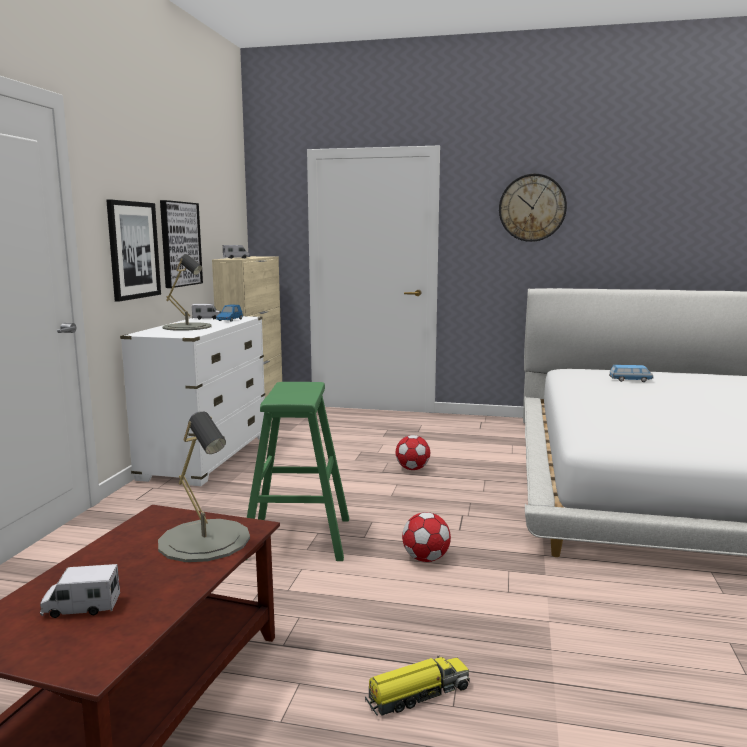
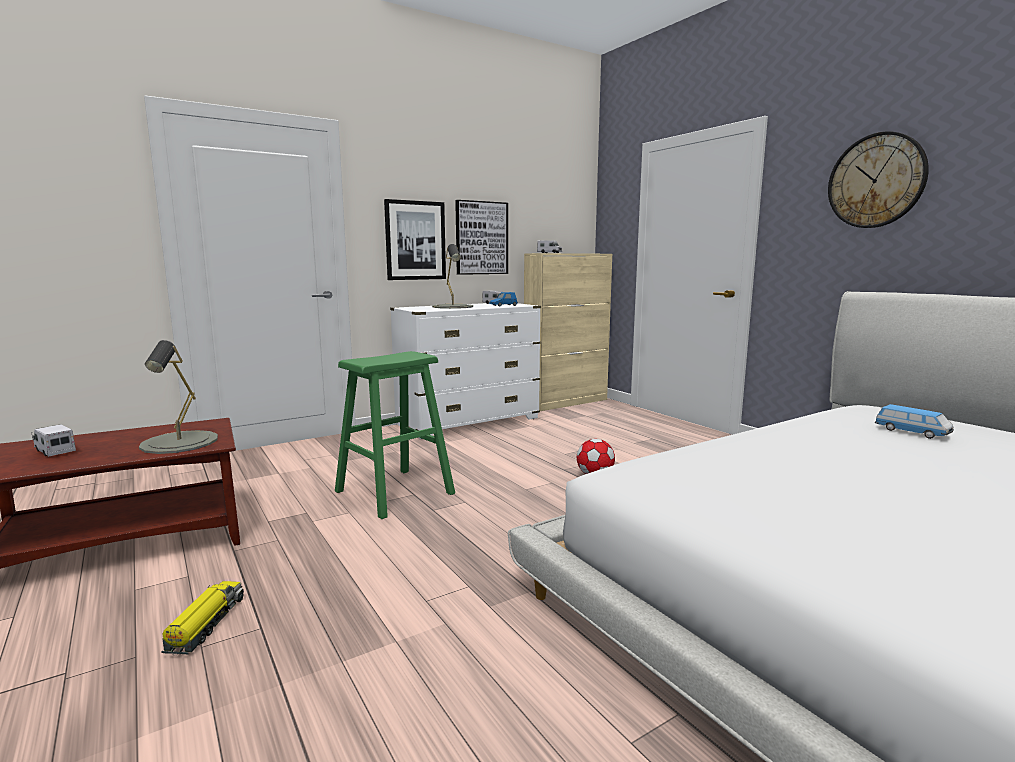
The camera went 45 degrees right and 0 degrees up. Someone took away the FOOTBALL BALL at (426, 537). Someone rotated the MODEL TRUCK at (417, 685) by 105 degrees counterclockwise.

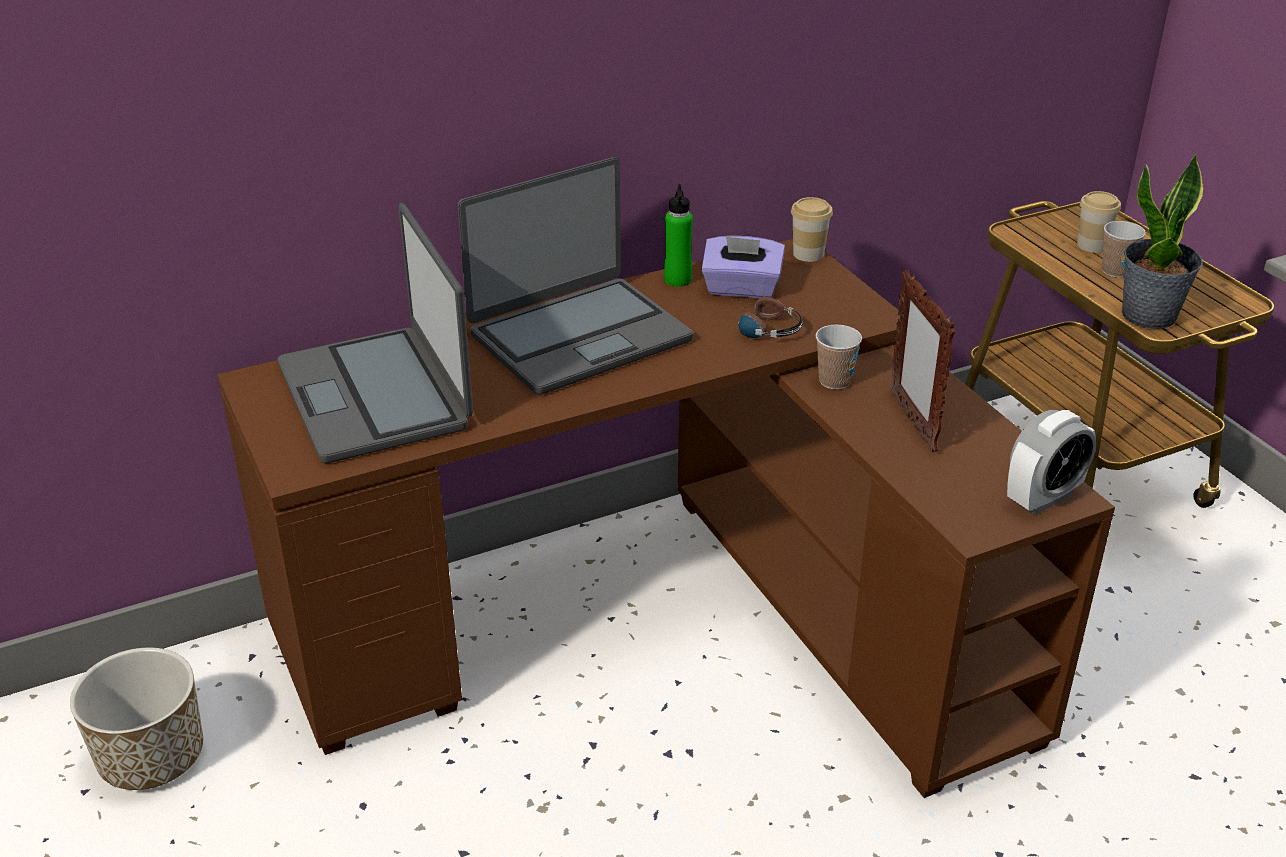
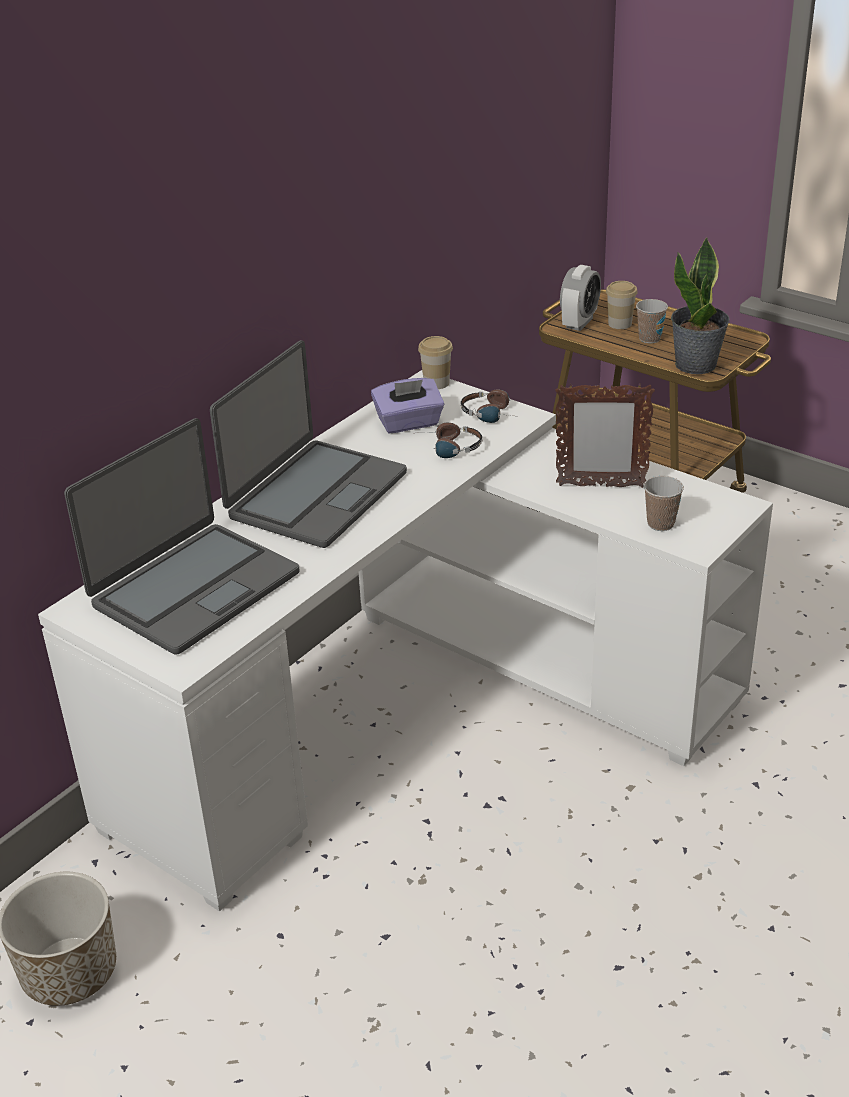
The camera went 25 degrees left and 0 degrees up. Someone took away the GREEN-COLOURED DRINK BOTTLE at (678, 235). Someone rotated the NOTEBOOK COMPUTER at (375, 333) by 90 degrees counterclockwise. Someone repainted the BROWNISH DESK UNIT at (666, 518), which became the WHITISH DESK UNIT at (405, 641). Someone rotated the STANDING FRAME at (923, 360) by 45 degrees counterclockwise. Someone carried the SMALL CUP from (839, 357) to (664, 503). Someone carried the TABLE CLOCK from (1051, 462) to (580, 298). Someone put down the HEADSET at (485, 406).

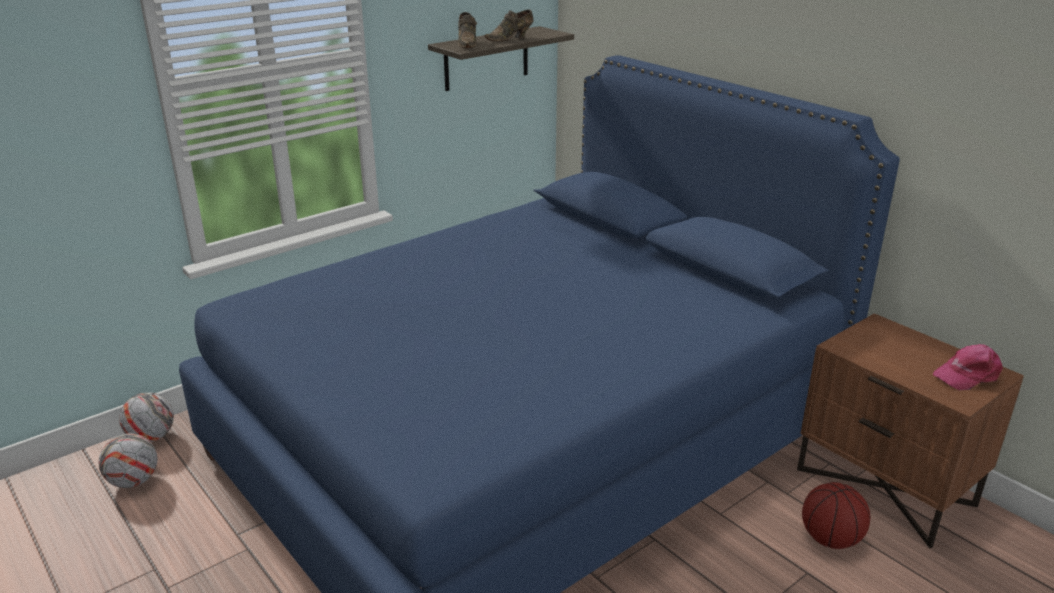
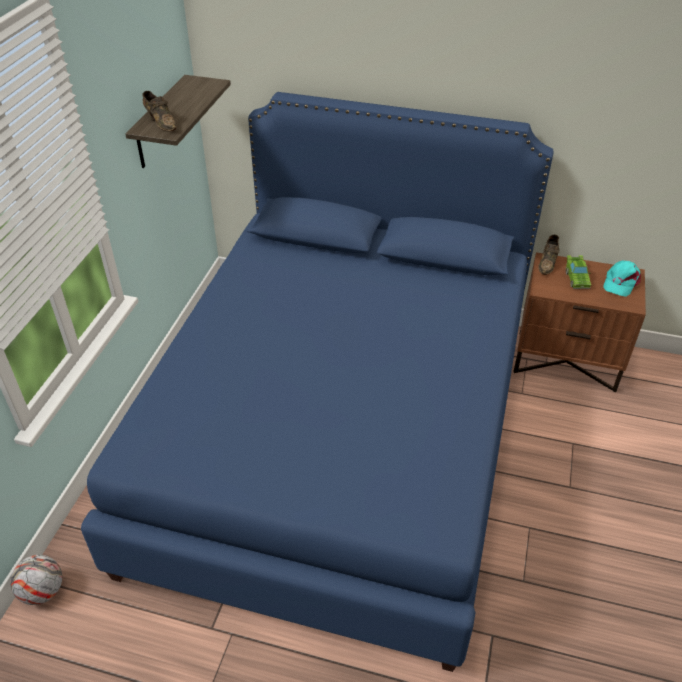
The camera went 35 degrees left and 15 degrees up. Someone carried the BROWNISH SHOE from (509, 25) to (549, 255). Someone repainted the PINK-COLOURED BASEBALL CAP at (968, 367), which became the BLUE-GREEN BASEBALL CAP at (622, 279). Someone took away the FOOTBALL BALL at (128, 460). Someone took away the BALL FOR BASKETBALL at (836, 515). Someone put down the GREEN-COLOURED MODEL CAR at (578, 272).

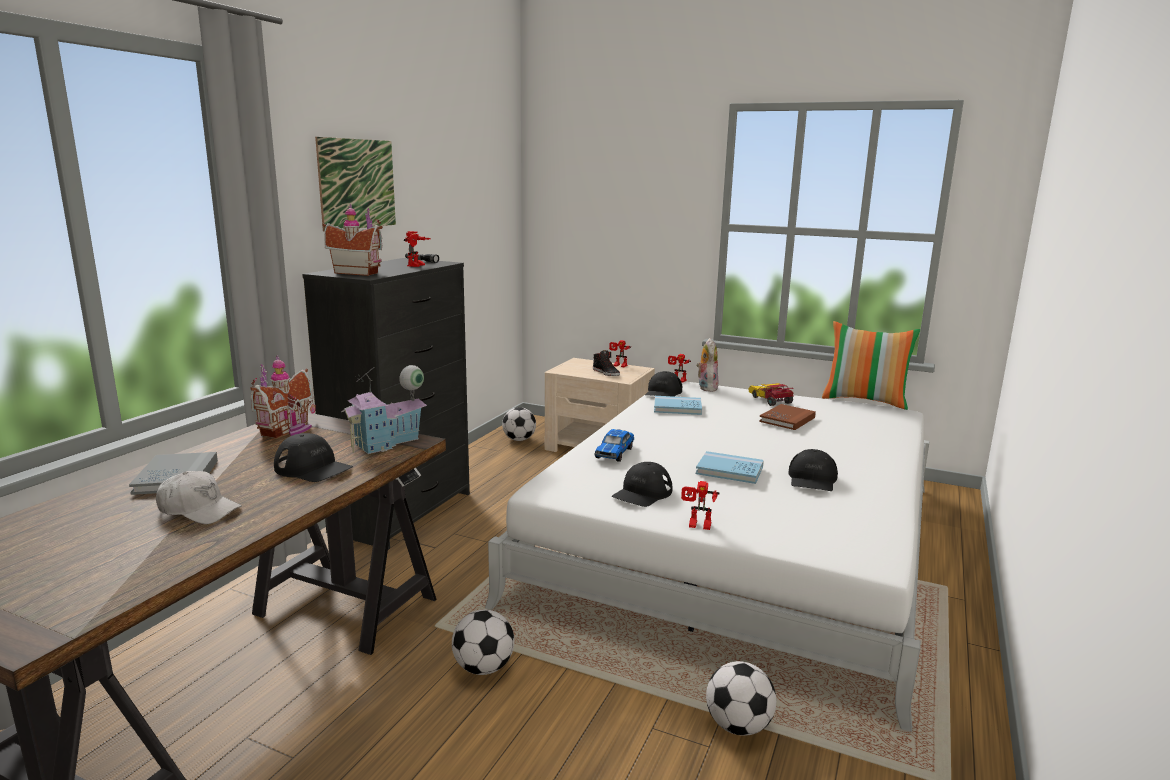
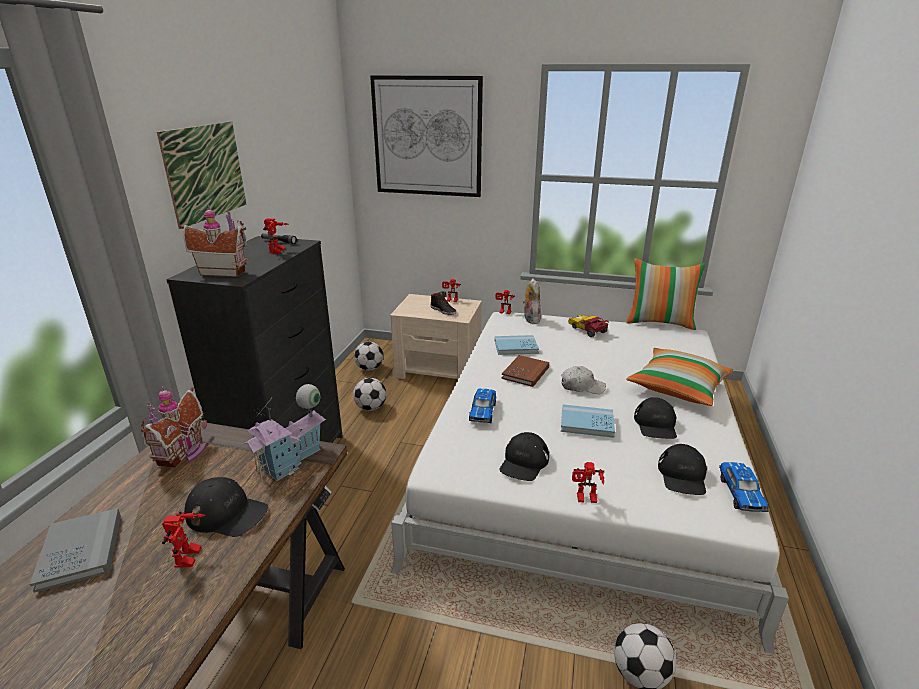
The camera went 10 degrees left and 10 degrees up. Someone carried the BLACK-COLOURED BASEBALL CAP from (663, 384) to (682, 469). Someone carried the BROWNISH BOUND BOOK from (787, 417) to (525, 371). Someone carried the WHITISH BASEBALL CAP from (199, 497) to (584, 380). Someone carried the FOOTBALL BALL from (483, 642) to (369, 394). Someone put up the PICTURE at (426, 136). Someone put down the THROW PILLOW at (679, 377). Someone put down the MODEL CAR at (744, 487). Someone put down the TOY ROBOT at (183, 539).

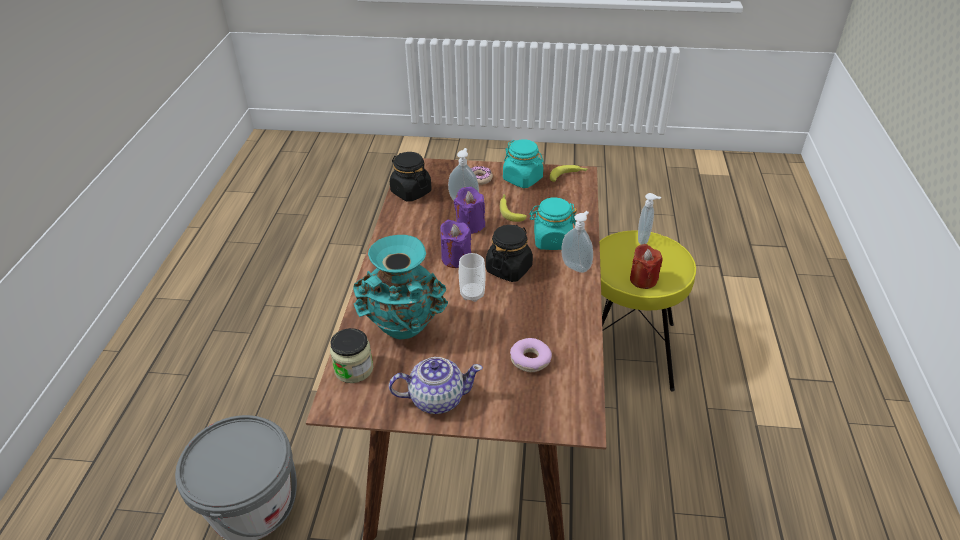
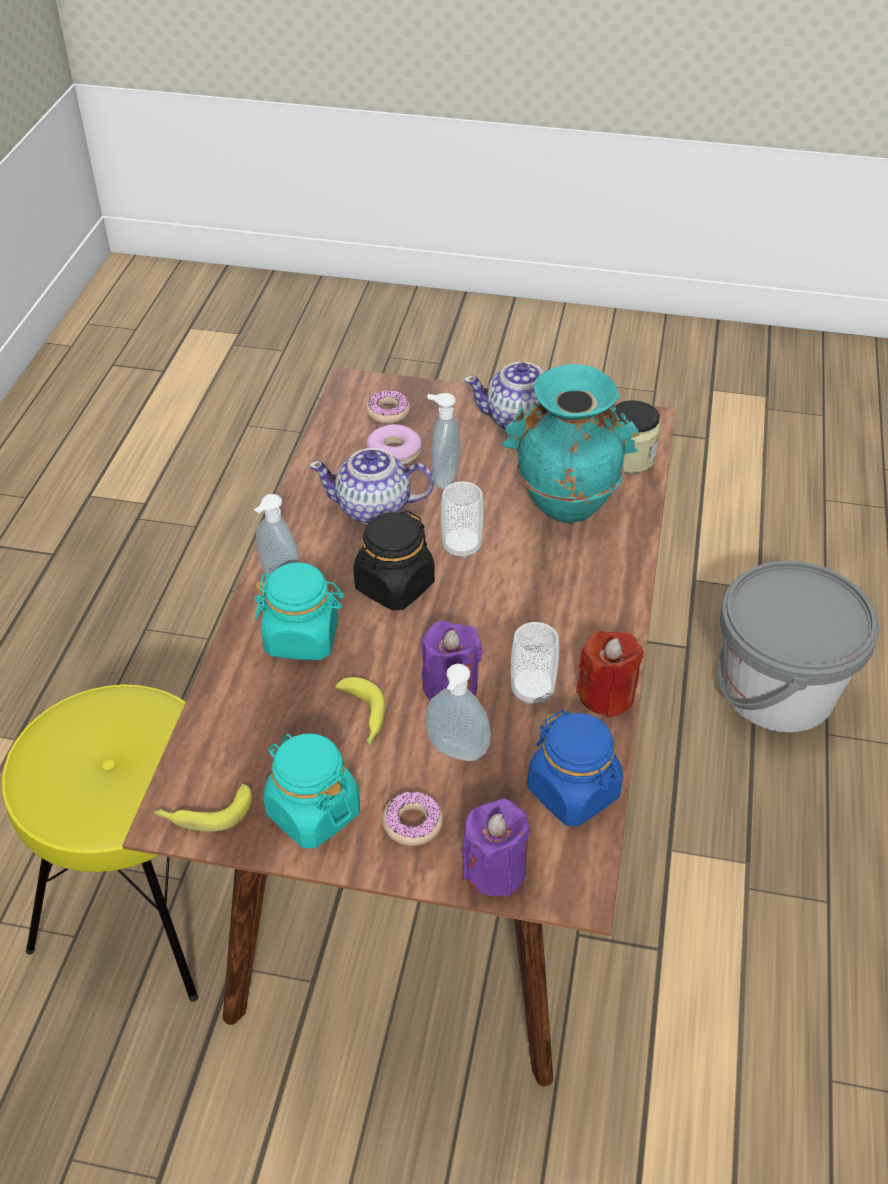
The camera went 175 degrees left and 5 degrees up. Someone repainted the BLACK-COLOURED STORAGE JAR at (411, 177), which became the BLUE-COLOURED STORAGE JAR at (575, 768). Someone carried the SOAP DISPENSER from (649, 219) to (443, 441). Someone carried the PURPLE WAX LIGHT from (455, 244) to (496, 847). Someone carried the RED WAX LIGHT from (646, 266) to (610, 674). Someone put down the DONUT at (388, 407). Someone put down the TEAPOT at (371, 486). Someone put down the SMALL CUP at (535, 663).

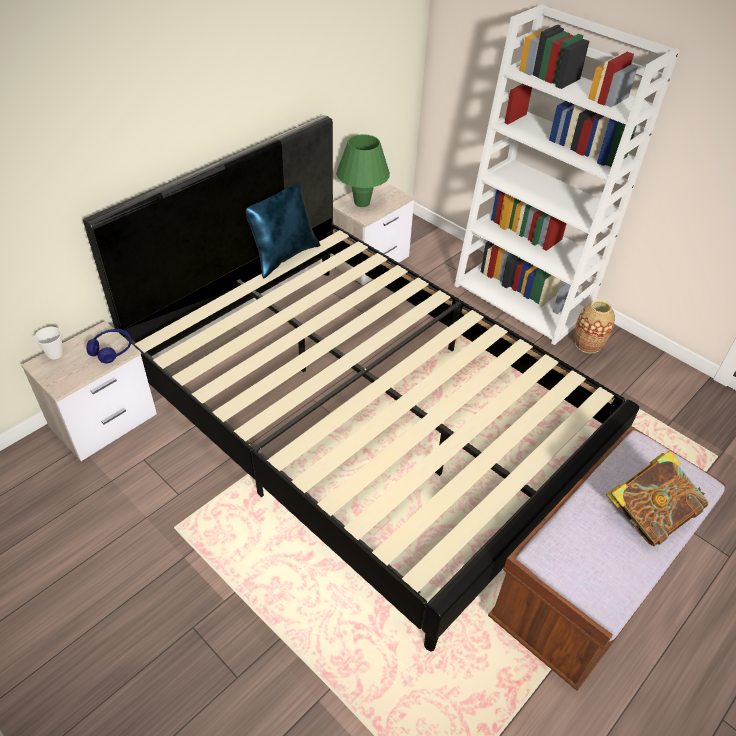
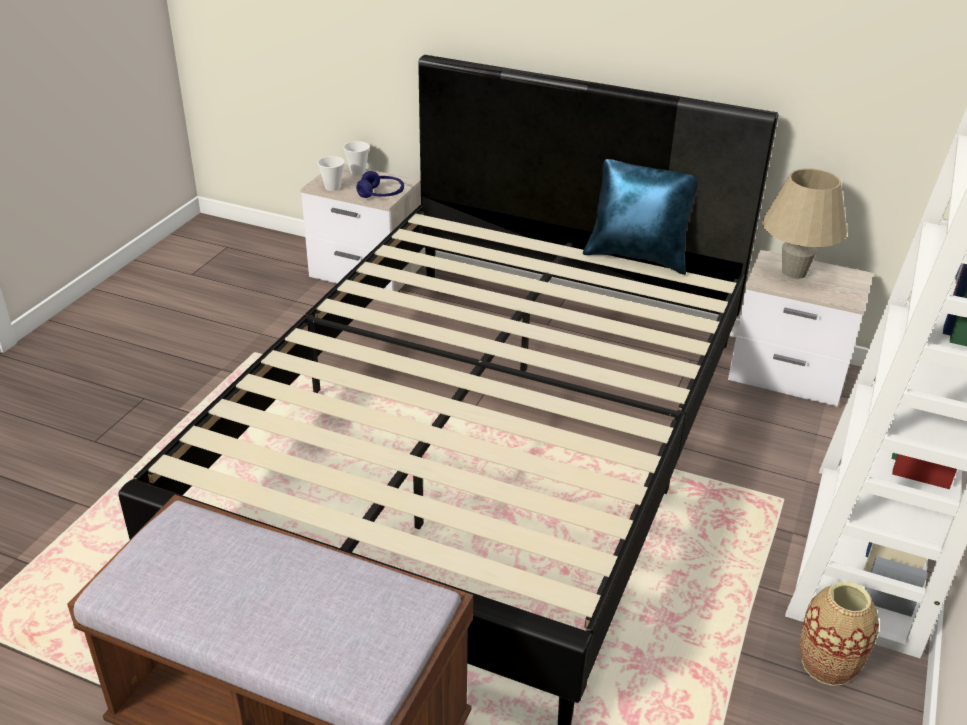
The camera went 70 degrees right and 10 degrees down. Someone repainted the GREEN-COLOURED TABLETOP LAMP at (363, 170), which became the BEIGE-COLOURED TABLETOP LAMP at (804, 223). Someone took away the BOUND BOOK at (657, 498). Someone put down the SMALL CUP at (331, 173).

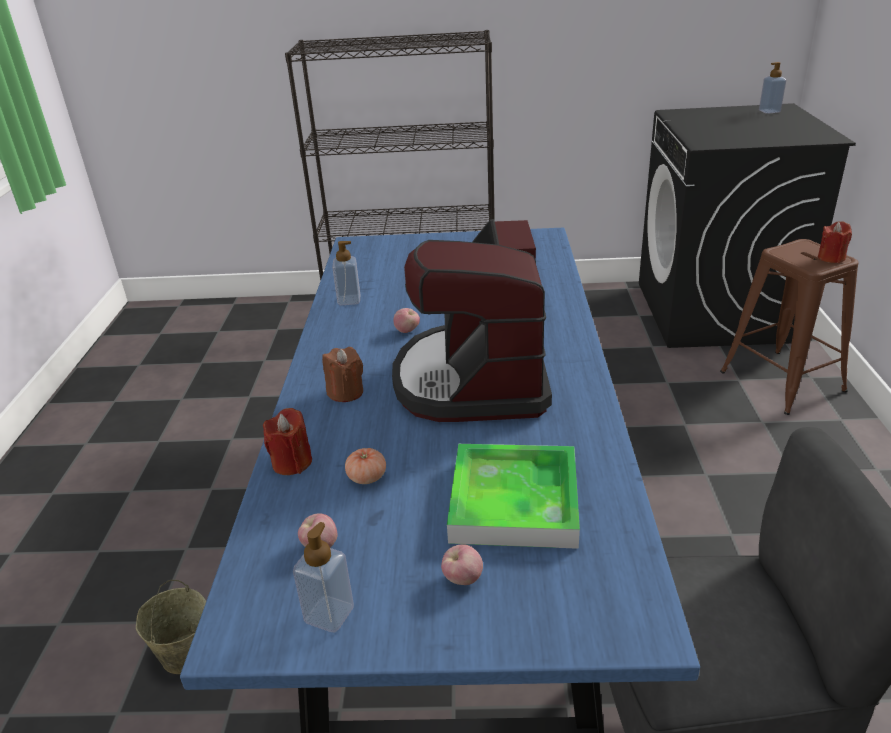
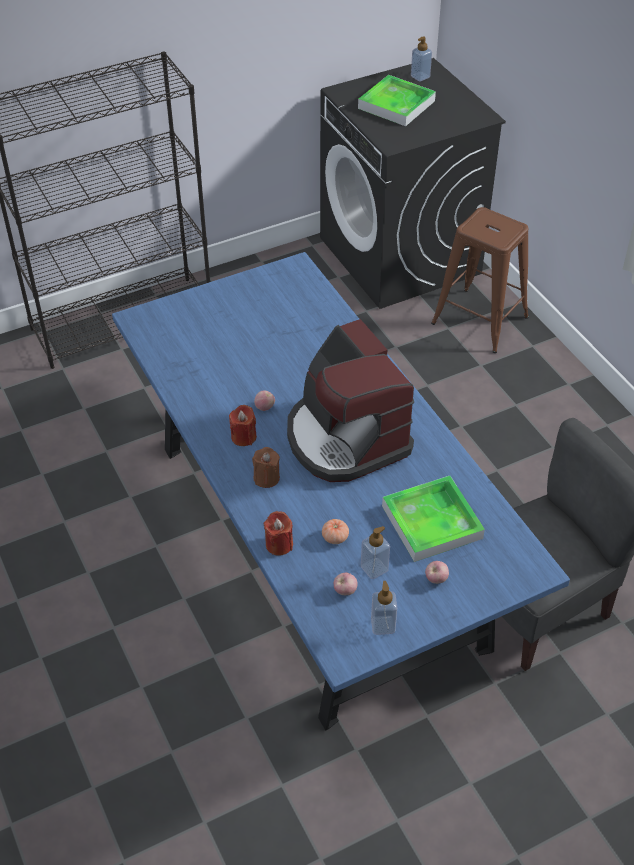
The camera went 30 degrees left and 15 degrees up. Someone carried the RED WAX LIGHT from (835, 242) to (243, 425). Someone carried the SOAP DISPENSER from (346, 273) to (375, 552). Someone took away the BEIGE-COLOURED WATER BUCKET at (171, 627). Someone put down the CARRYING TRAY at (397, 100).

